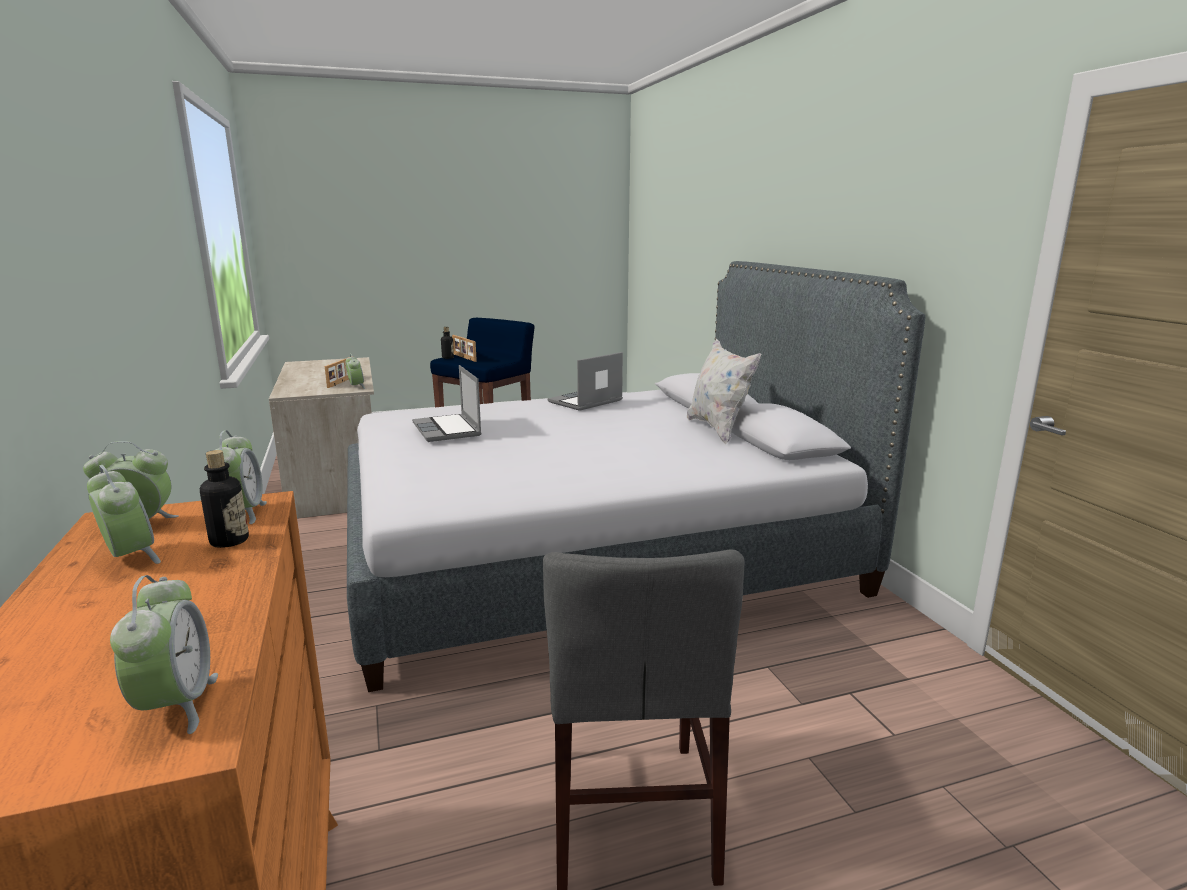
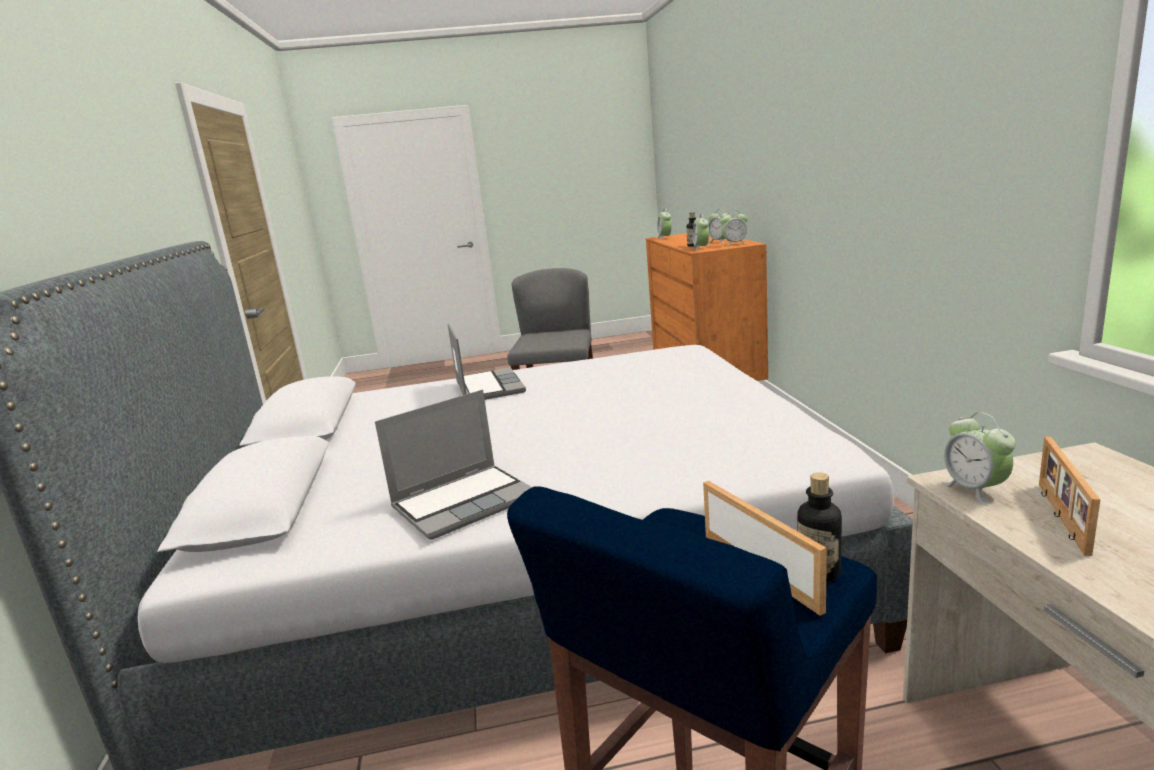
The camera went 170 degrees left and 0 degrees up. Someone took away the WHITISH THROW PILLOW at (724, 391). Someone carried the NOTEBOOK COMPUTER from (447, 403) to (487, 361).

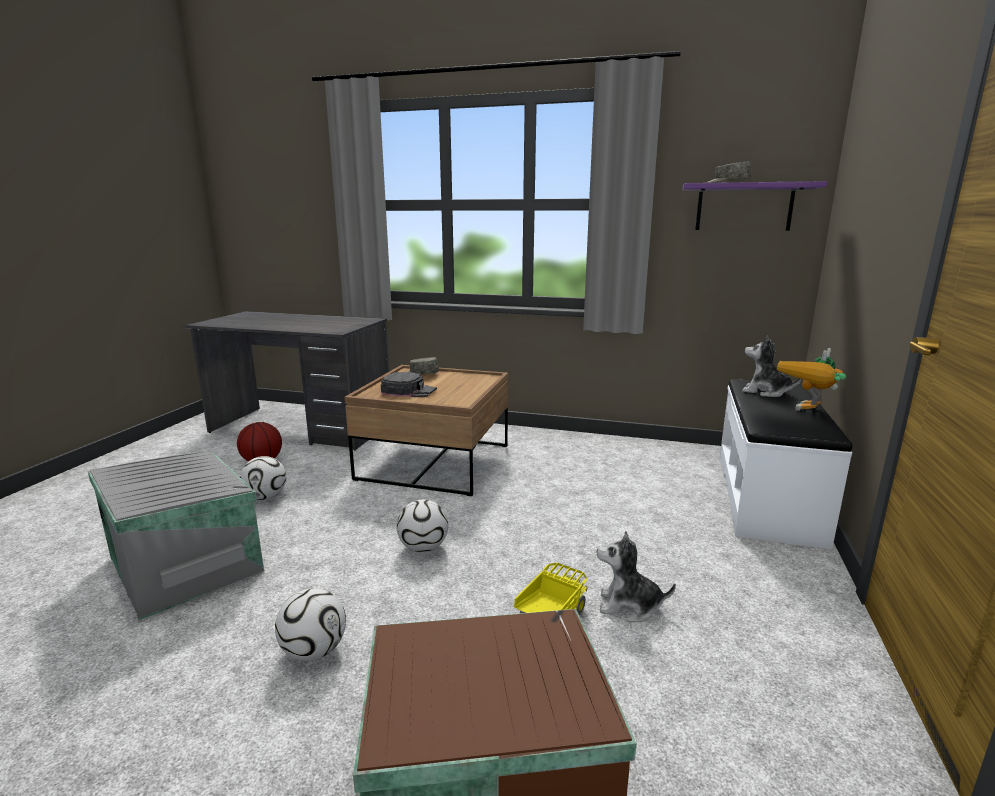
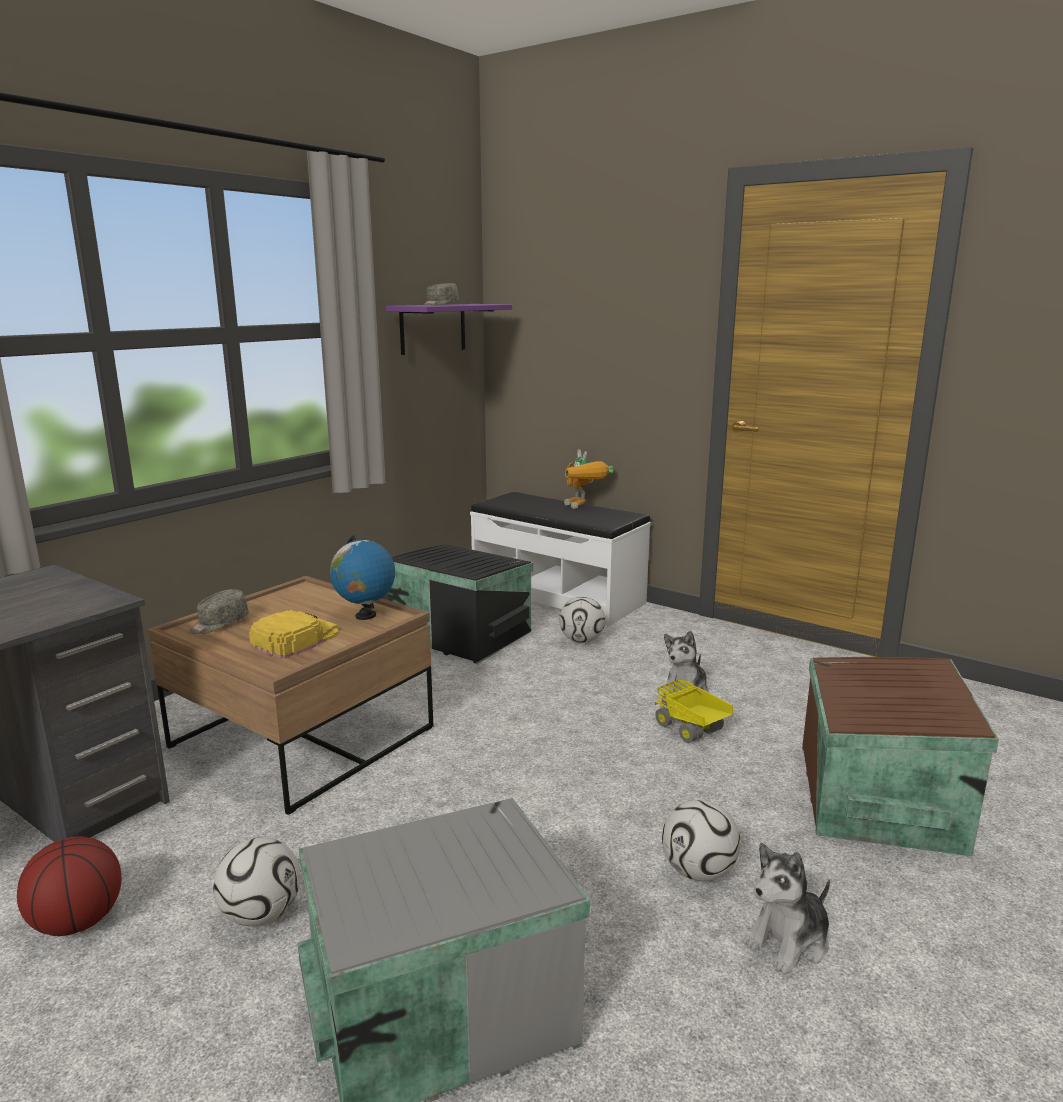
The camera went 70 degrees left and 0 degrees up. Someone carried the CUDDLY TOY from (772, 366) to (786, 909). Someone repainted the BLACK-COLOURED BASEBALL CAP at (409, 384), which became the YELLOW-COLOURED BASEBALL CAP at (294, 634). Someone carried the FOOTBALL BALL from (422, 526) to (582, 620). Someone put down the WORLD GLOBE at (362, 577). Someone put down the BLACK-COLOURED STORAGE BIN at (460, 604).

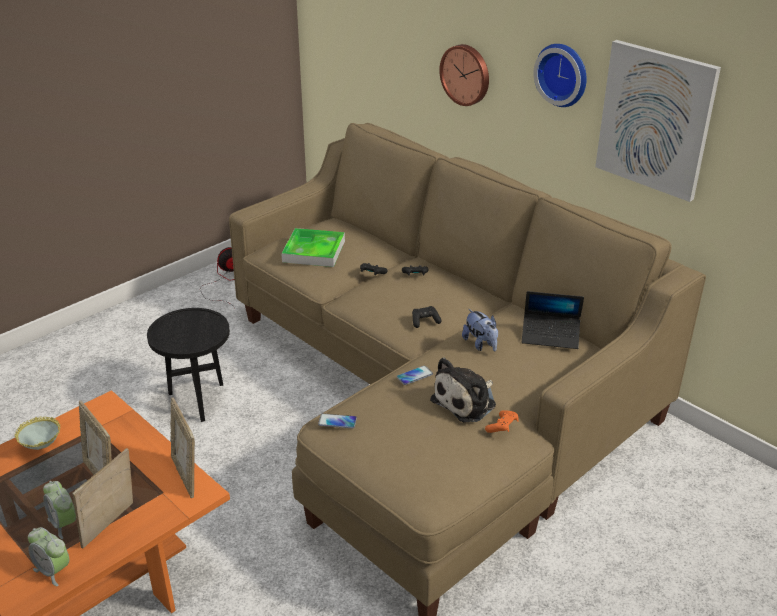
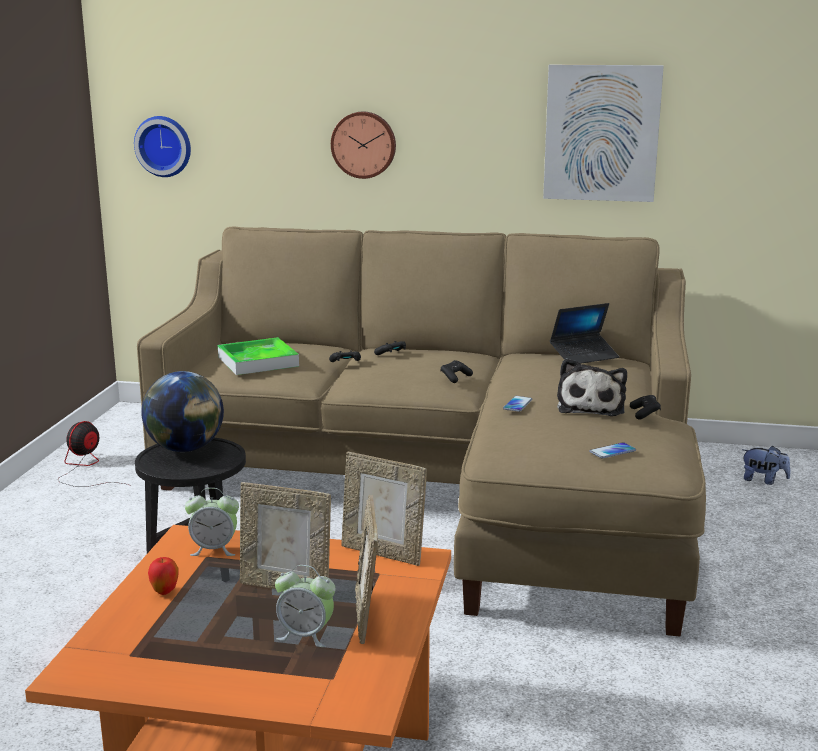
The camera went 35 degrees left and 15 degrees down. Someone carried the HANGING CLOCK from (560, 75) to (162, 146). Someone carried the CUDDLY TOY from (480, 330) to (766, 465). Someone repainted the ORANGEY JOYPAD at (502, 422), which became the BLACK-COLOURED JOYPAD at (645, 407). Someone carried the PHONE from (337, 421) to (612, 450). Someone swapped the SERVING BOWL at (37, 433) for the APPLE at (163, 576). Someone carried the TABLE CLOCK from (48, 556) to (212, 522). Someone put down the WORLD GLOBE at (182, 411).

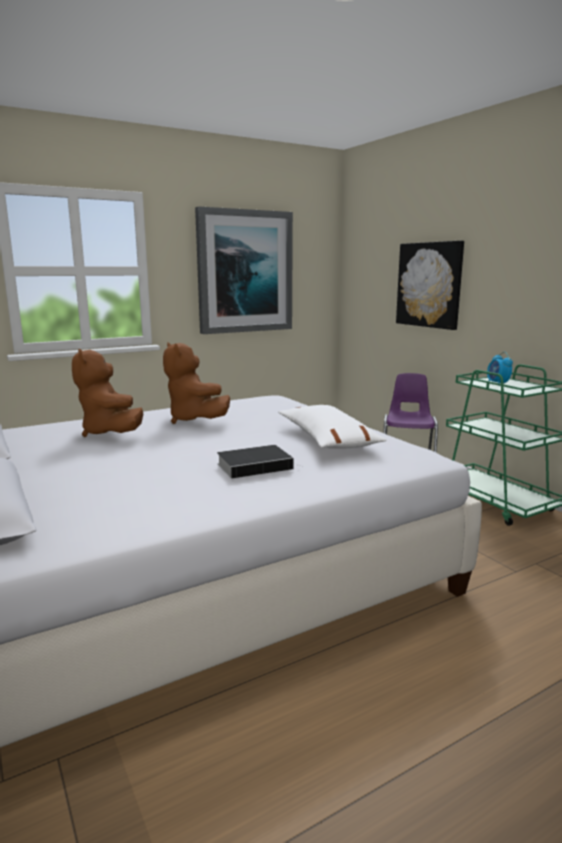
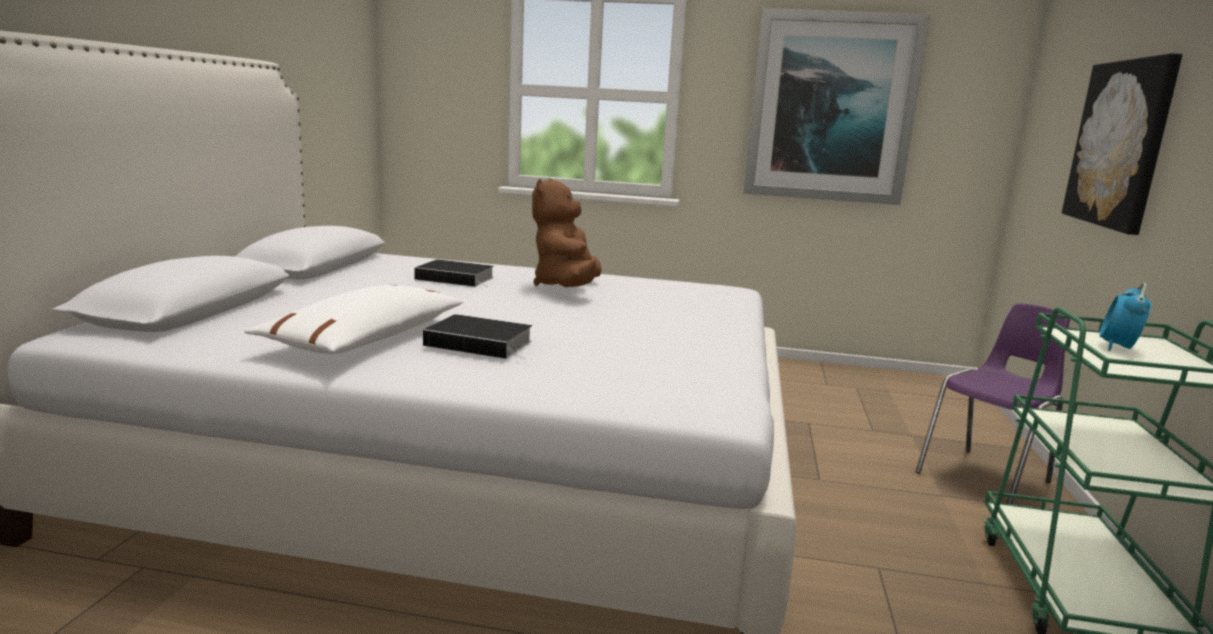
The camera went 40 degrees right and 0 degrees up. Someone swapped the BROWNISH CUDDLY TOY at (107, 393) for the BOUND BOOK at (454, 273). Someone carried the WHITISH THROW PILLOW from (332, 427) to (353, 319).

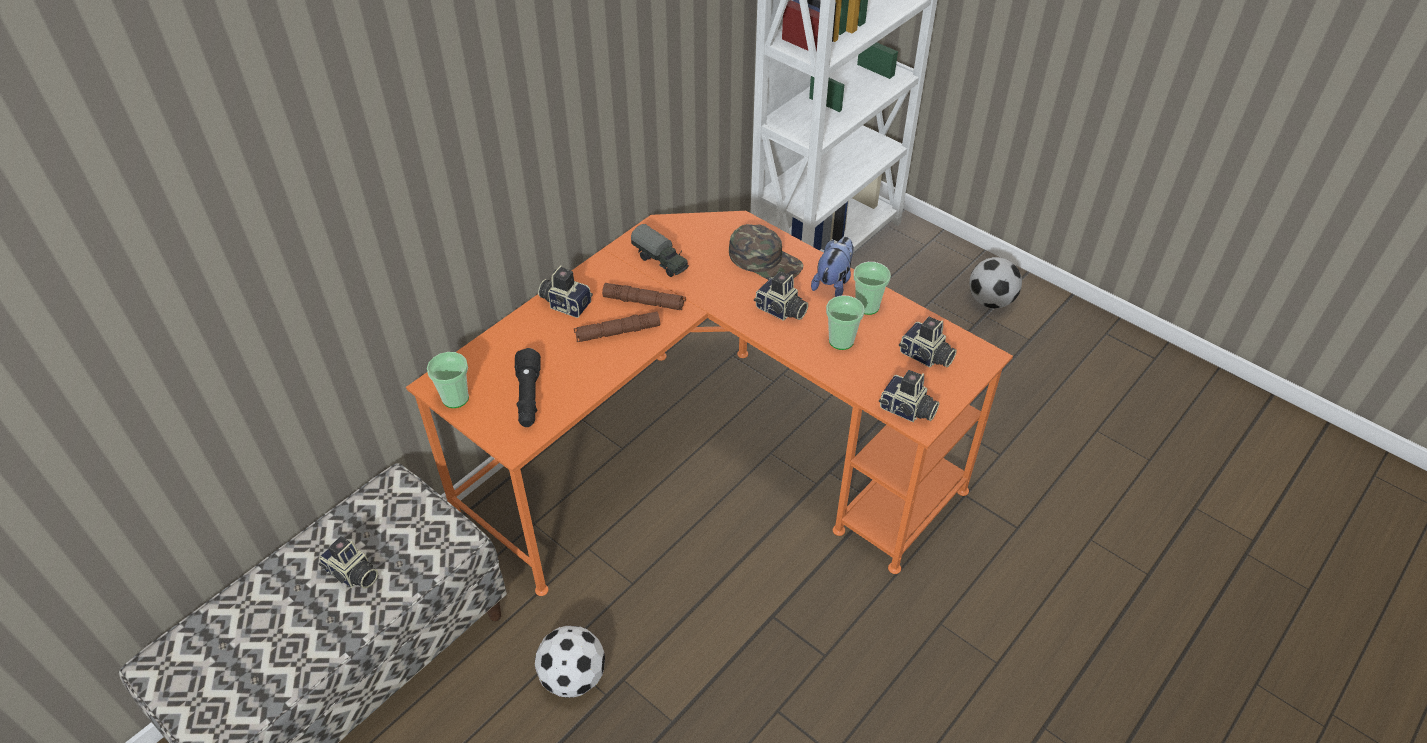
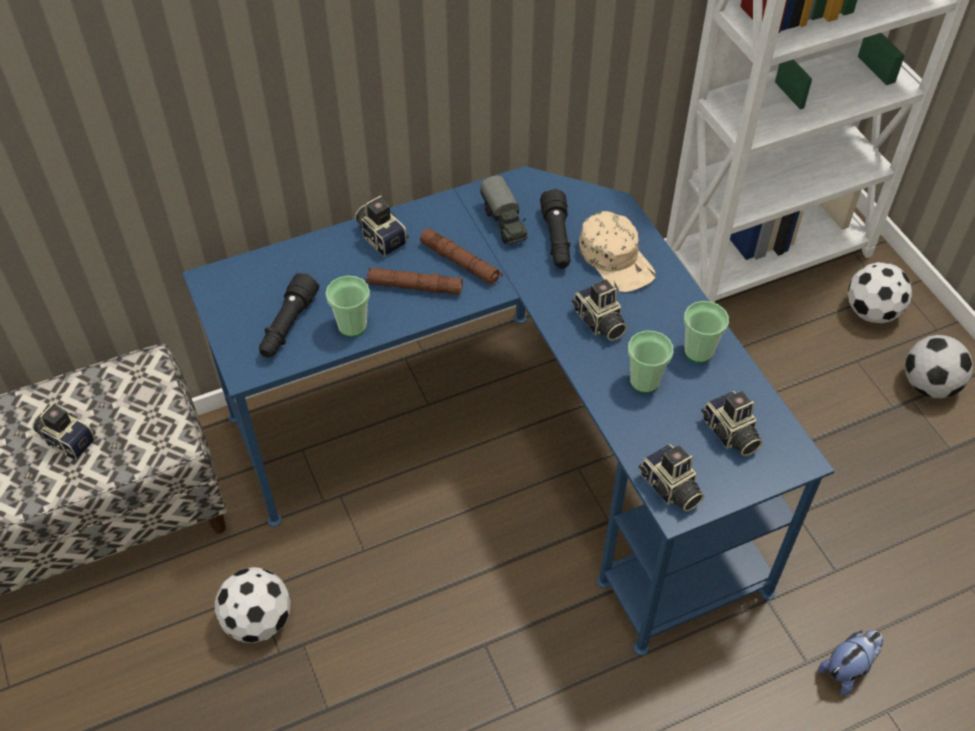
The camera went 25 degrees right and 5 degrees up. Someone repainted the ORANGEY DESK UNIT at (709, 403), which became the BLUE-COLOURED DESK UNIT at (508, 411). Someone repainted the GREEN-COLOURED BASEBALL CAP at (766, 252), which became the BEIGE-COLOURED BASEBALL CAP at (617, 251). Someone carried the CUDDLY TOY from (832, 267) to (850, 663). Someone carried the SMALL CUP from (448, 380) to (347, 306). Someone rotated the STILL CAMERA at (348, 562) by 150 degrees clockwise. Someone put down the BLACK-COLOURED TORCH at (555, 229). Someone put down the FOOTBALL BALL at (880, 293).

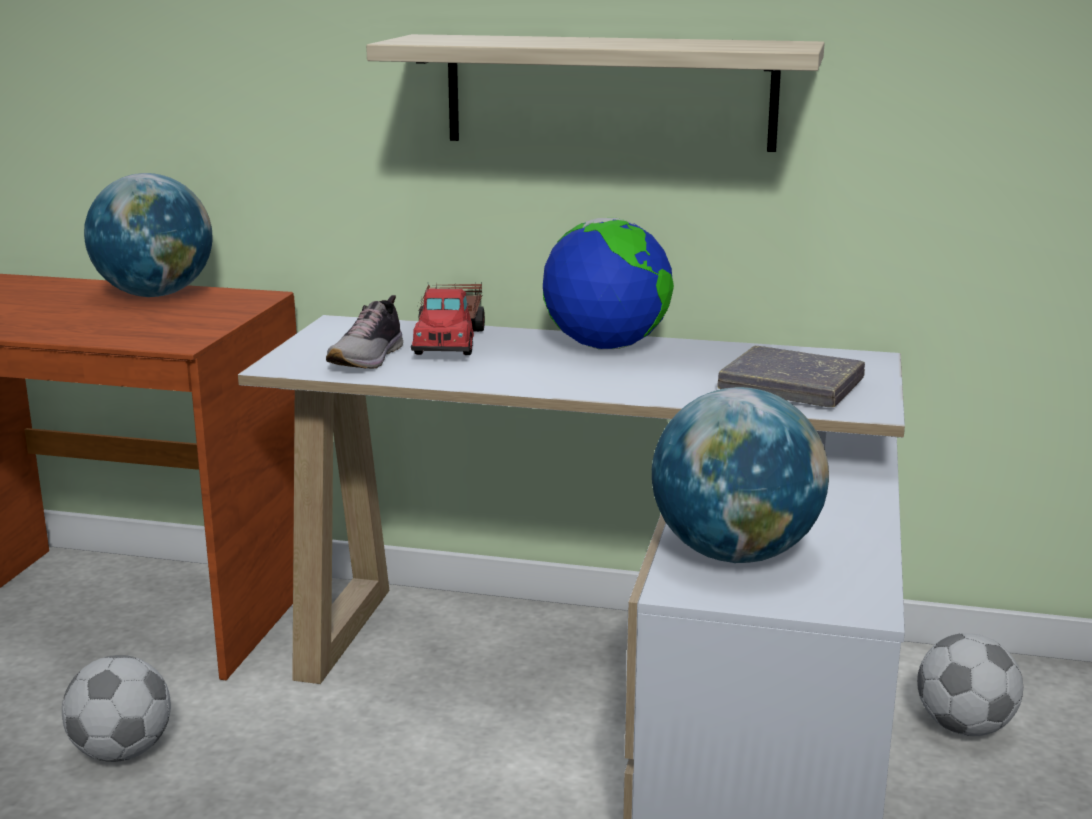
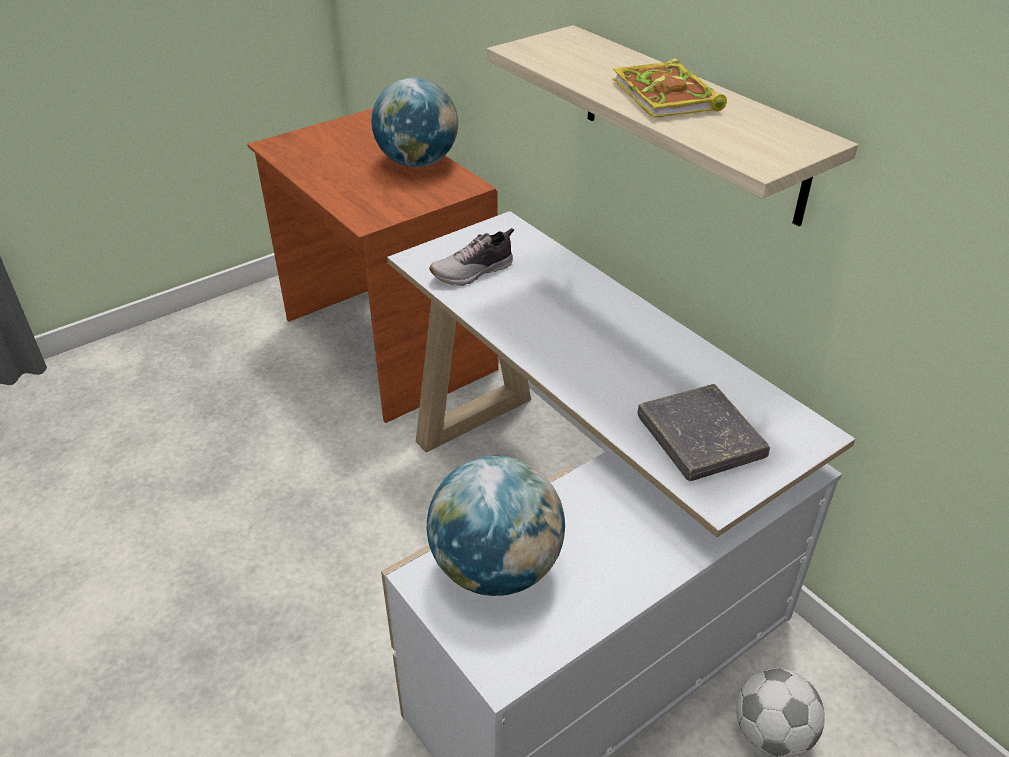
The camera went 40 degrees right and 20 degrees up. Someone took away the WORLD GLOBE at (608, 284). Someone took away the MODEL TRUCK at (448, 319). Someone took away the FOOTBALL BALL at (116, 708). Someone put down the BOUND BOOK at (670, 88).

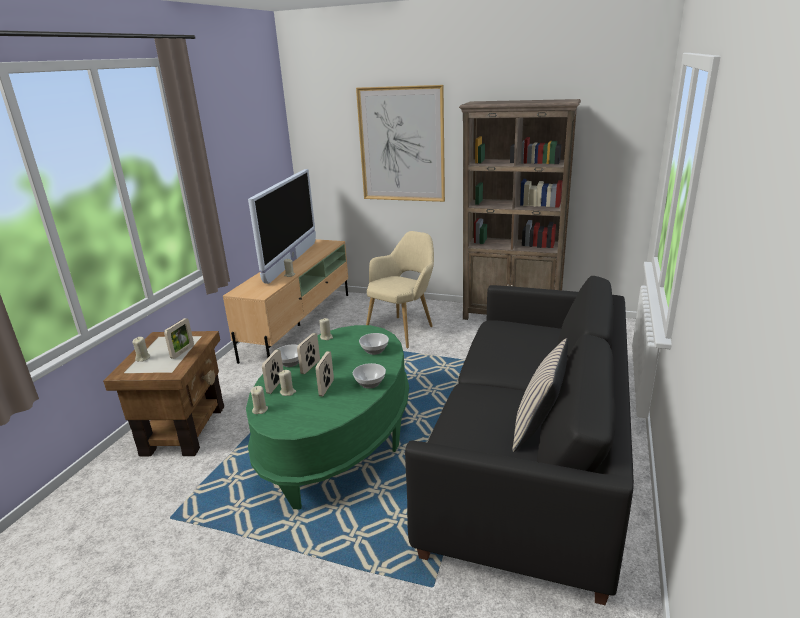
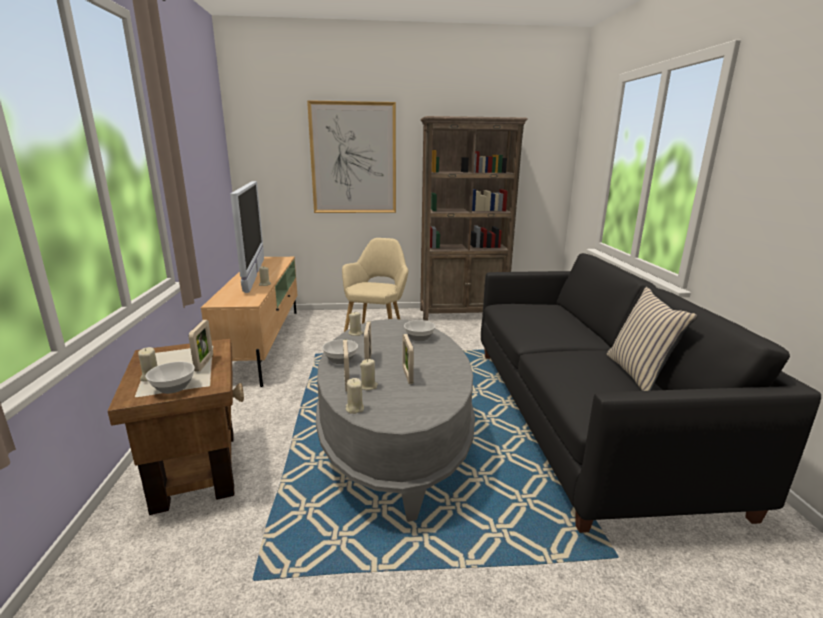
The camera went 25 degrees left and 5 degrees down. Someone repainted the GREEN-COLOURED LOUNGE TABLE at (327, 417), which became the GREY LOUNGE TABLE at (395, 420). Someone carried the SERVING BOWL from (369, 376) to (170, 378).

